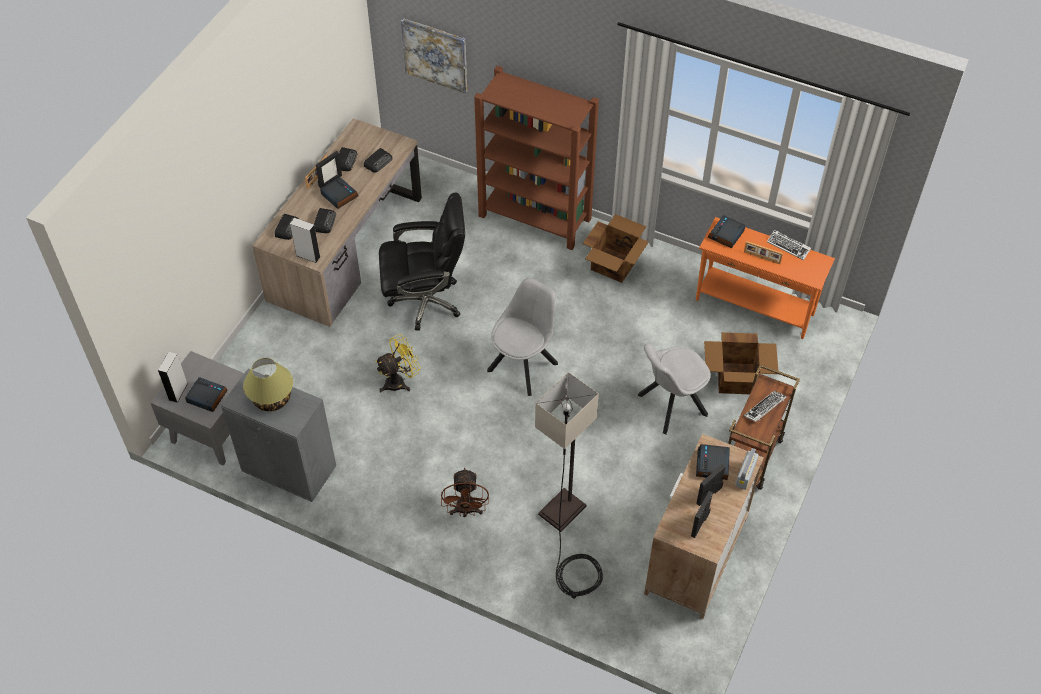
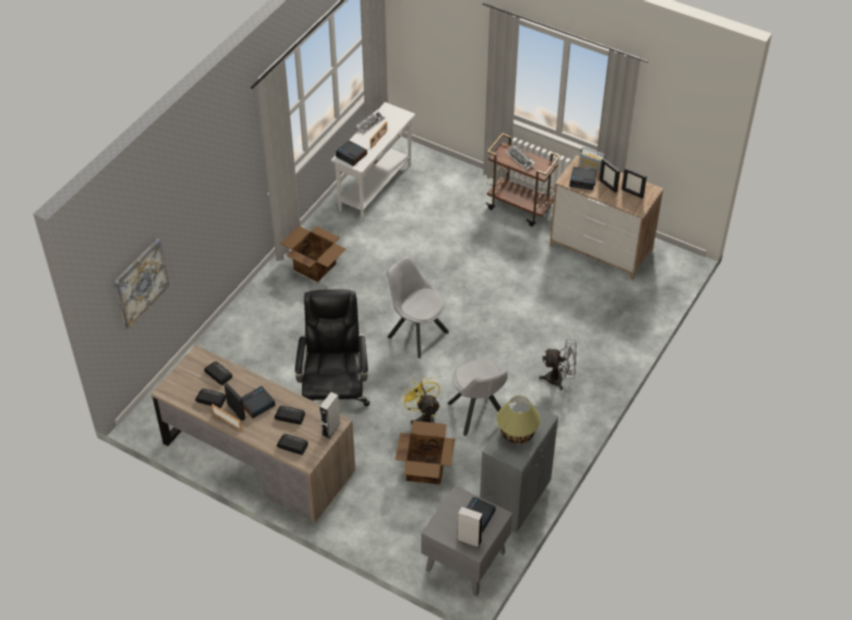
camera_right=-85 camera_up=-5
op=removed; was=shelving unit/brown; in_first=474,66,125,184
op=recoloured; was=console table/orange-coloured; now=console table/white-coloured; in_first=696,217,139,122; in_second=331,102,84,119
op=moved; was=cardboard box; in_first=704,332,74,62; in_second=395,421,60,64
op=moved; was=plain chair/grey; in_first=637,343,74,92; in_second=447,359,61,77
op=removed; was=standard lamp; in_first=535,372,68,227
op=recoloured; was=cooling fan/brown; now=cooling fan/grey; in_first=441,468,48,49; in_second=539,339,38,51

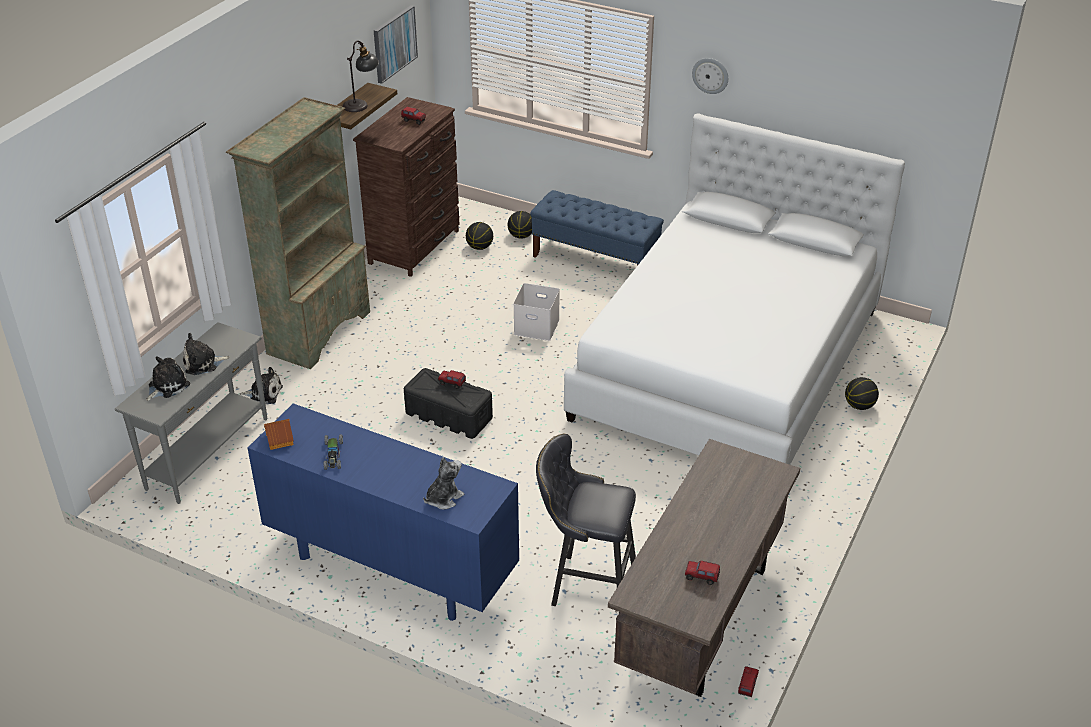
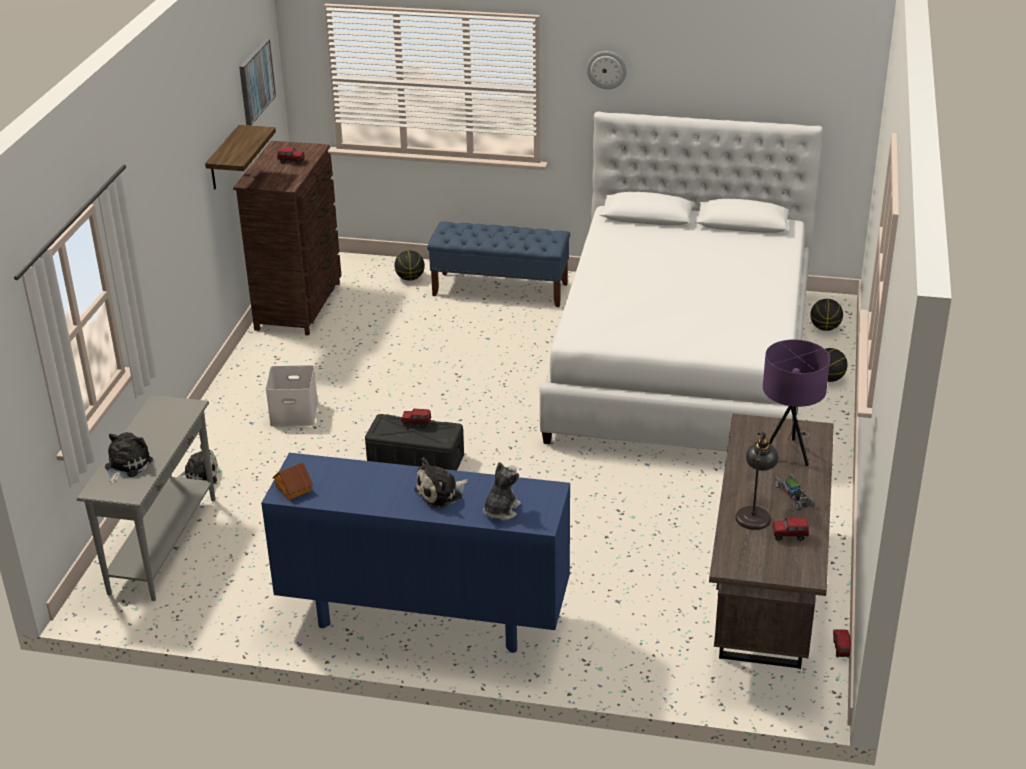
camera_right=-15 camera_up=-5
op=moved; was=lamp for a table/grey; in_first=343,40,36,72; in_second=735,432,44,98
op=removed; was=shelving unit/green-coloured; in_first=225,97,145,272
op=moved; was=basketball ball; in_first=466,222,27,28; in_second=810,299,33,32
op=moved; was=storage box/white-coloured; in_first=513,283,47,58; in_second=266,365,52,62
op=moved; was=plush toy; in_first=183,333,47,42; in_second=414,458,54,50
op=moved; was=toy car; in_first=324,434,19,36; in_second=774,474,41,37
op=removed; was=stool/black; in_first=536,434,100,179
op=added; now=lamp for a table/purplish; in_second=763,340,67,126

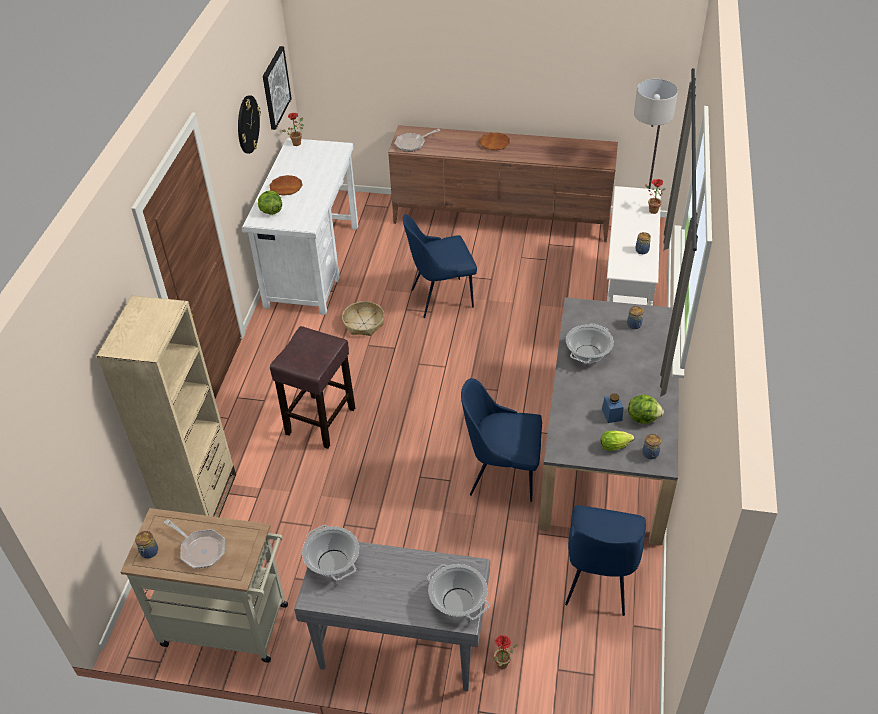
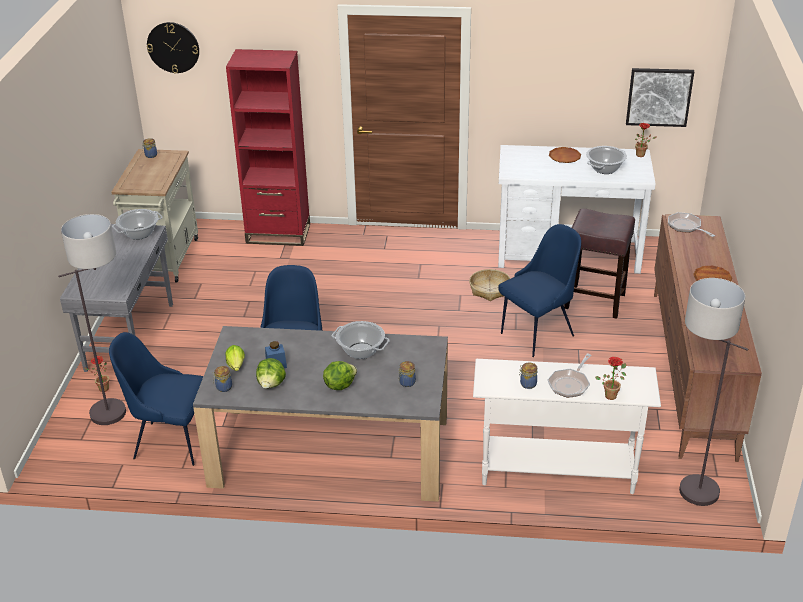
camera_right=85 camera_up=-10
op=moved; was=wall clock; in_first=238,95,23,59; in_second=147,22,52,51
op=moved; was=lettuce head; in_first=258,190,24,25; in_second=323,361,34,29
op=turned; was=plain chair/blue-coloured; in_first=403,214,74,104; in_second=498,224,83,133; clockwise=75
op=recoloured; was=shelving unit/sand-coloured; now=shelving unit/red-coloured; in_first=97,295,139,222; in_second=226,49,84,197
op=moved; was=stool/brown; in_first=270,326,85,123; in_second=564,208,71,111
op=moved; was=pan; in_first=164,519,61,50; in_second=548,354,43,44
op=moved; was=saucepot; in_first=427,564,62,56; in_second=586,146,41,28
op=added; now=standard lamp/grey; in_second=58,214,68,211

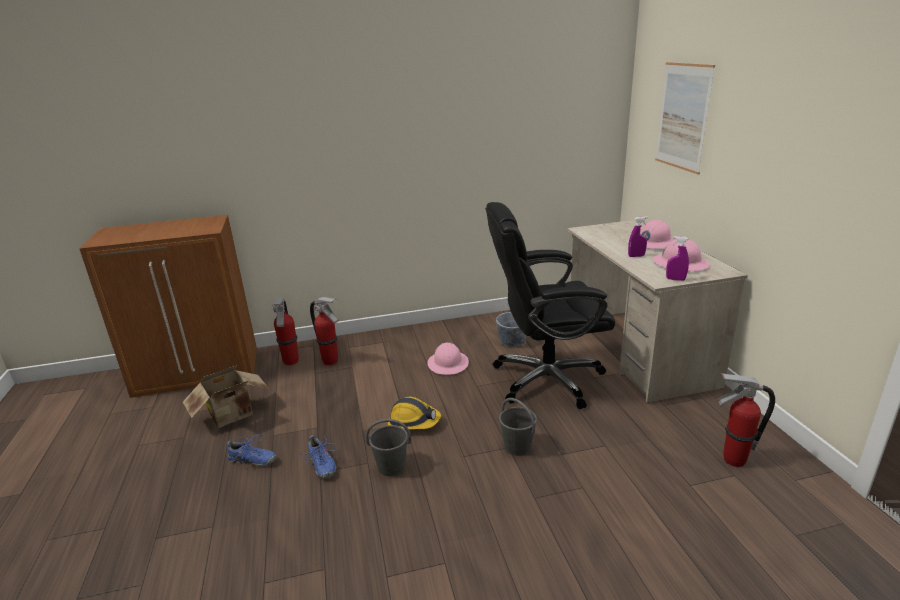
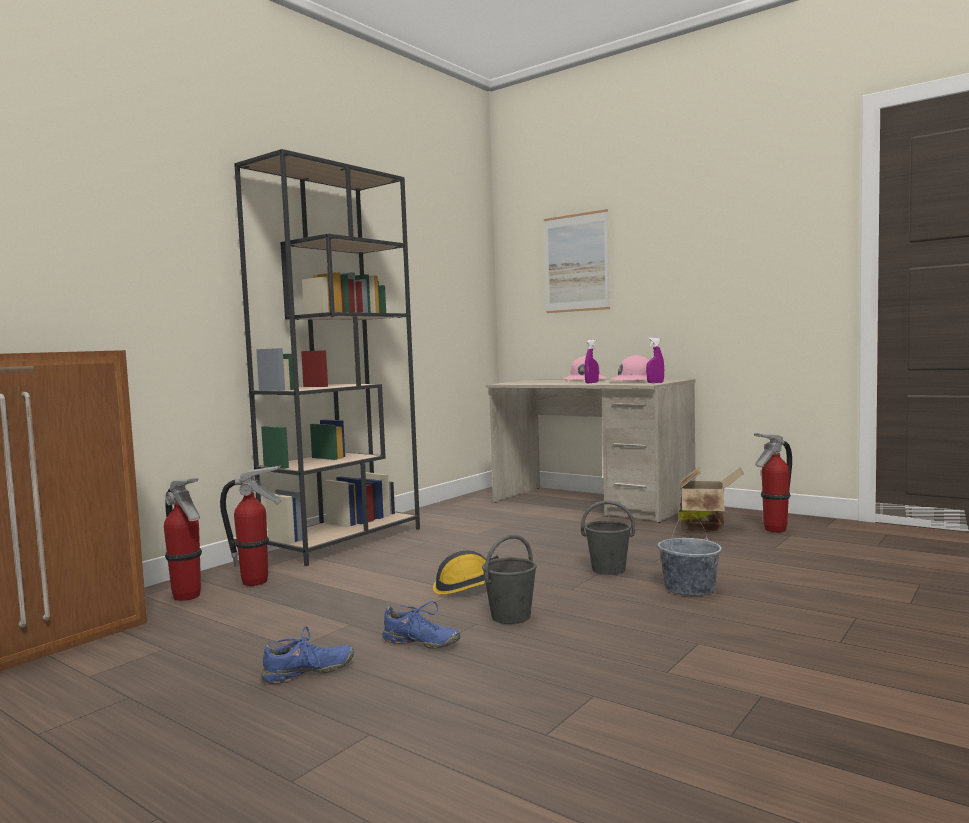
camera_right=-40 camera_up=-20
op=removed; was=computer chair/black; in_first=485,202,130,208
op=moved; was=bucket/grey; in_first=496,304,30,43; in_second=657,512,65,84
op=removed; was=work helmet/pink; in_first=427,343,42,32
op=moved; was=cardboard box; in_first=183,365,86,63; in_second=679,467,65,65
op=added; now=shelving unit; in_second=234,149,186,417

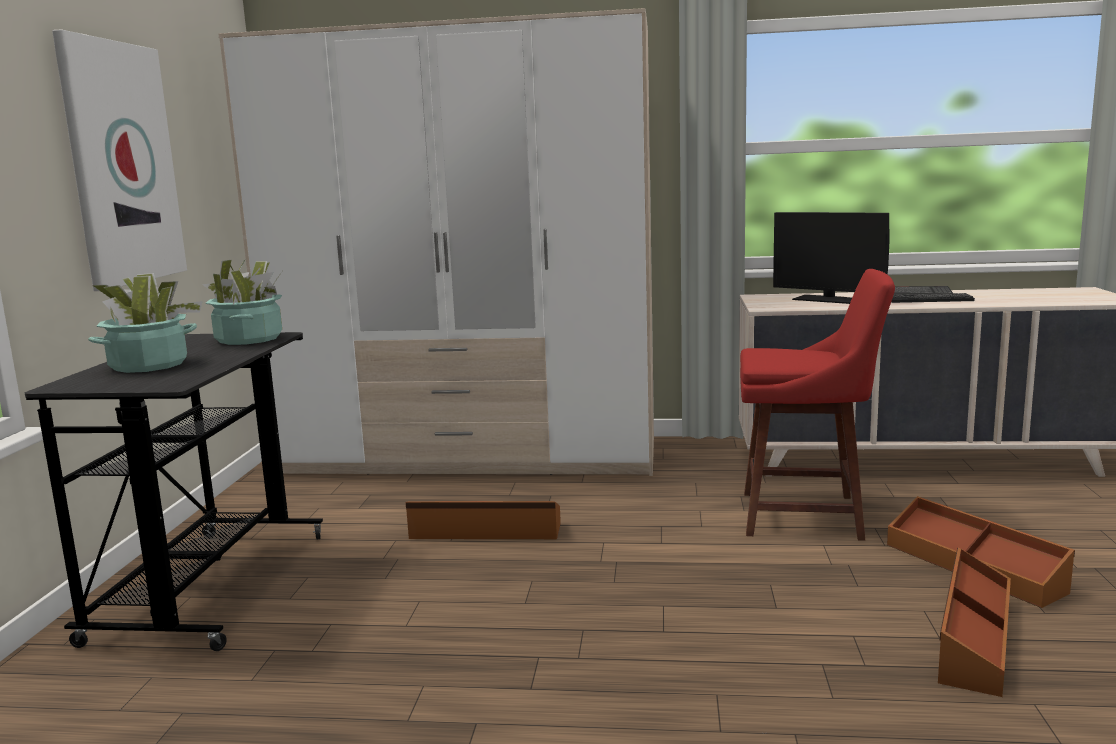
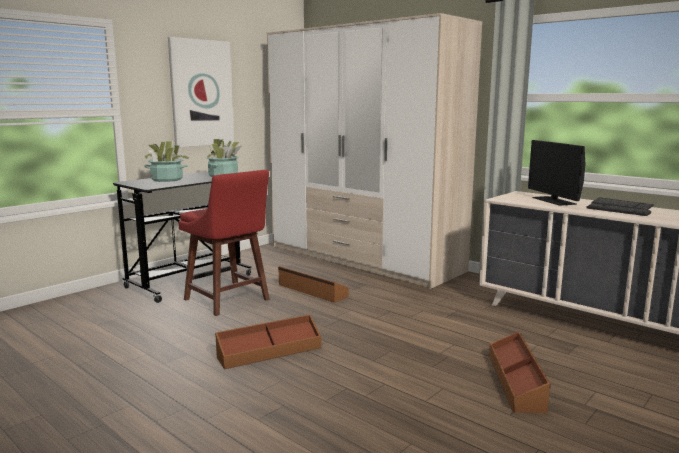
camera_right=35 camera_up=0
op=moved; was=stool/red-coloured; in_first=740,269,155,272; in_second=179,170,90,146
op=moved; was=storage box/brown; in_first=938,547,73,150; in_second=215,314,106,55

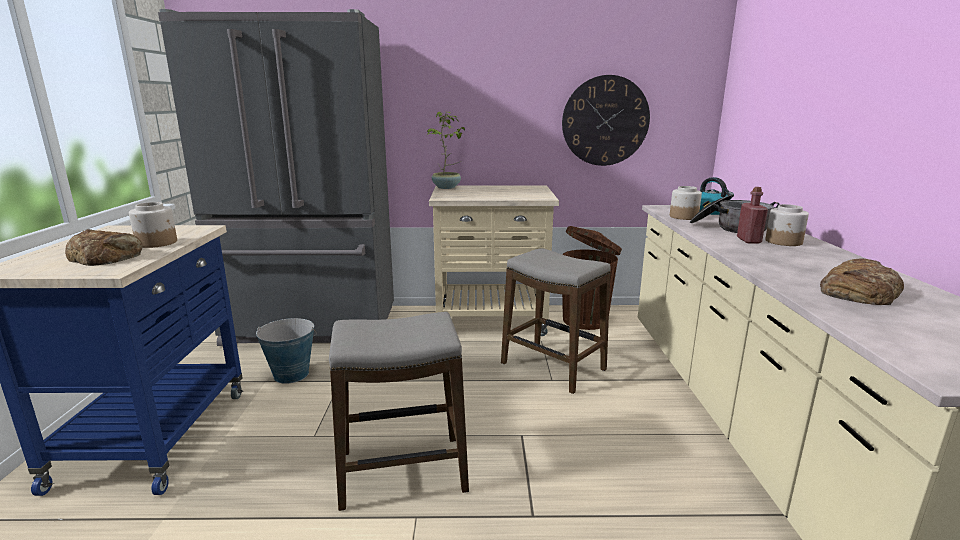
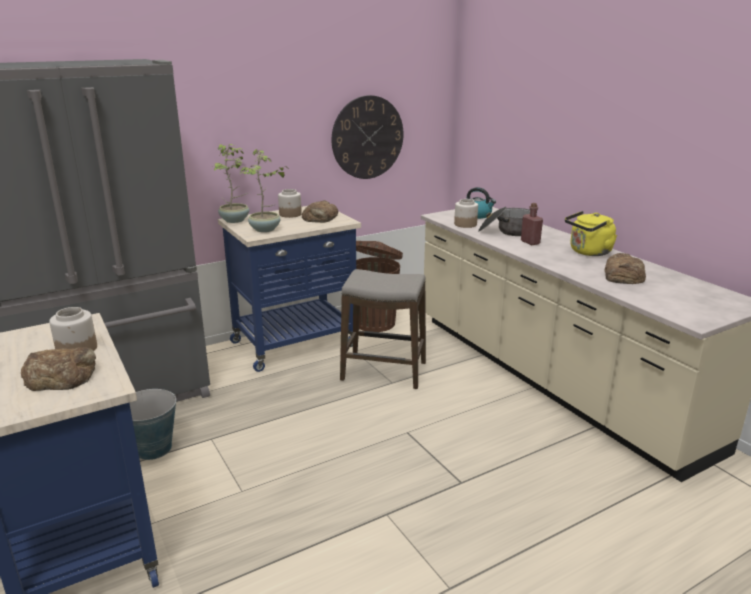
camera_right=-30 camera_up=5
op=recoloured; was=trolley/sand-coloured; now=trolley/blue-coloured; in_first=429,186,130,150; in_second=218,206,143,166
op=moved; was=storage jar; in_first=765,204,44,42; in_second=278,189,24,29
op=removed; was=stool; in_first=329,312,140,199
op=added; now=houseplant; in_second=240,149,48,83
op=added; now=baked bread; in_second=302,200,36,23
op=added; now=tea kettle/yellow; in_second=565,211,52,45

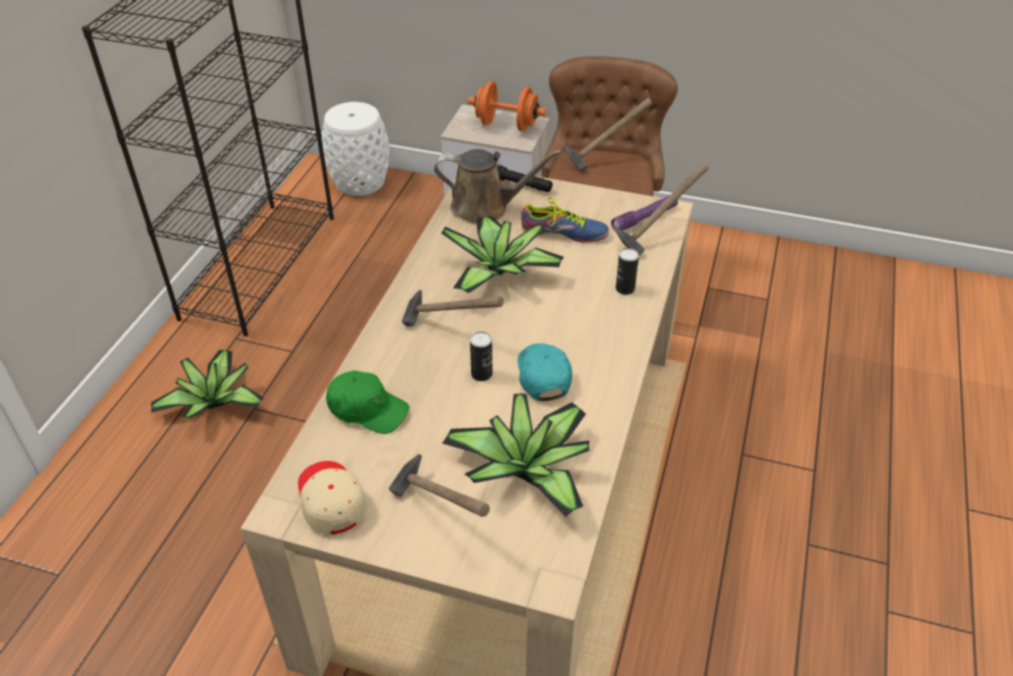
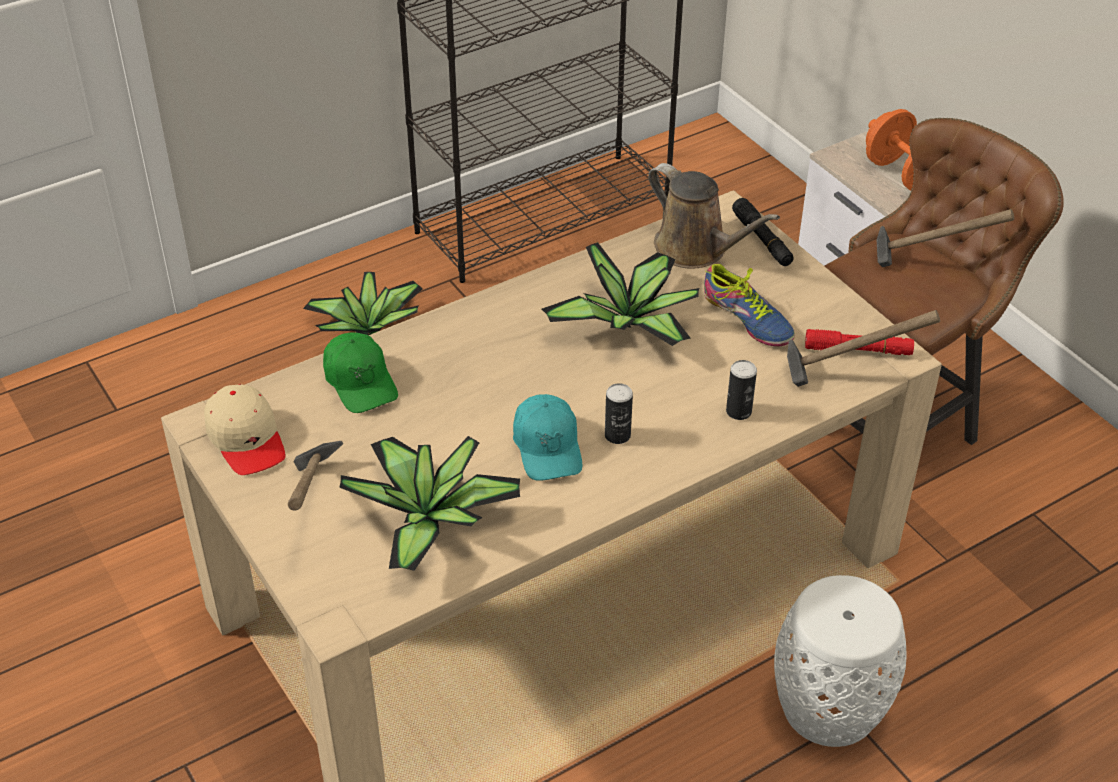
camera_right=40 camera_up=0
op=moved; was=stool/white-coloured; in_first=322,102,67,94; in_second=774,575,132,172
op=recoloured; was=hand torch/purplish; now=hand torch/red-coloured; in_first=611,196,67,35; in_second=805,329,109,26
op=removed; was=tool hammer; in_first=402,290,102,37
op=moved; was=can; in_first=470,332,23,49; in_second=605,383,28,61
op=turned; was=cap/blue-green; in_first=517,343,55,58; in_second=513,394,69,87; clockwise=135
op=turned; was=cap/sand-coloured; in_first=298,461,69,74; in_second=204,384,81,91; clockwise=135

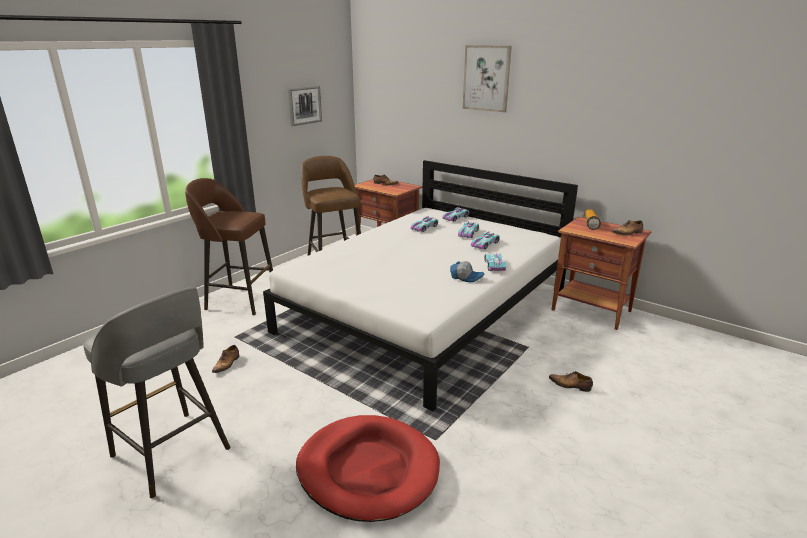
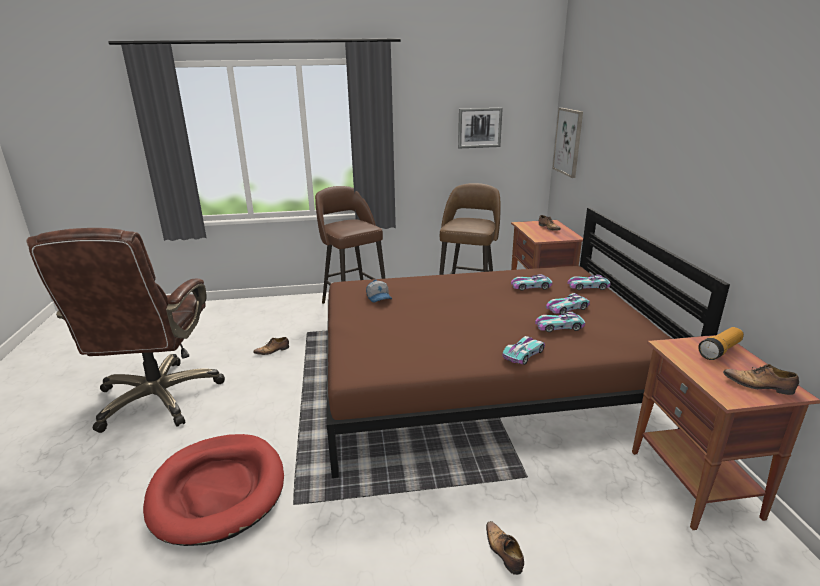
camera_right=45 camera_up=0
op=moved; was=wall art; in_first=463,45,49,67; in_second=553,108,30,70
op=recoloured; was=bed/white-coloured; now=bed/brown; in_first=263,160,315,251; in_second=327,208,403,270
op=moved; was=cap; in_first=450,261,34,21; in_second=366,280,26,22
op=replaced; was=stool/grey; now=computer chair/brown; in_first=83,287,148,211; in_second=27,228,198,205

